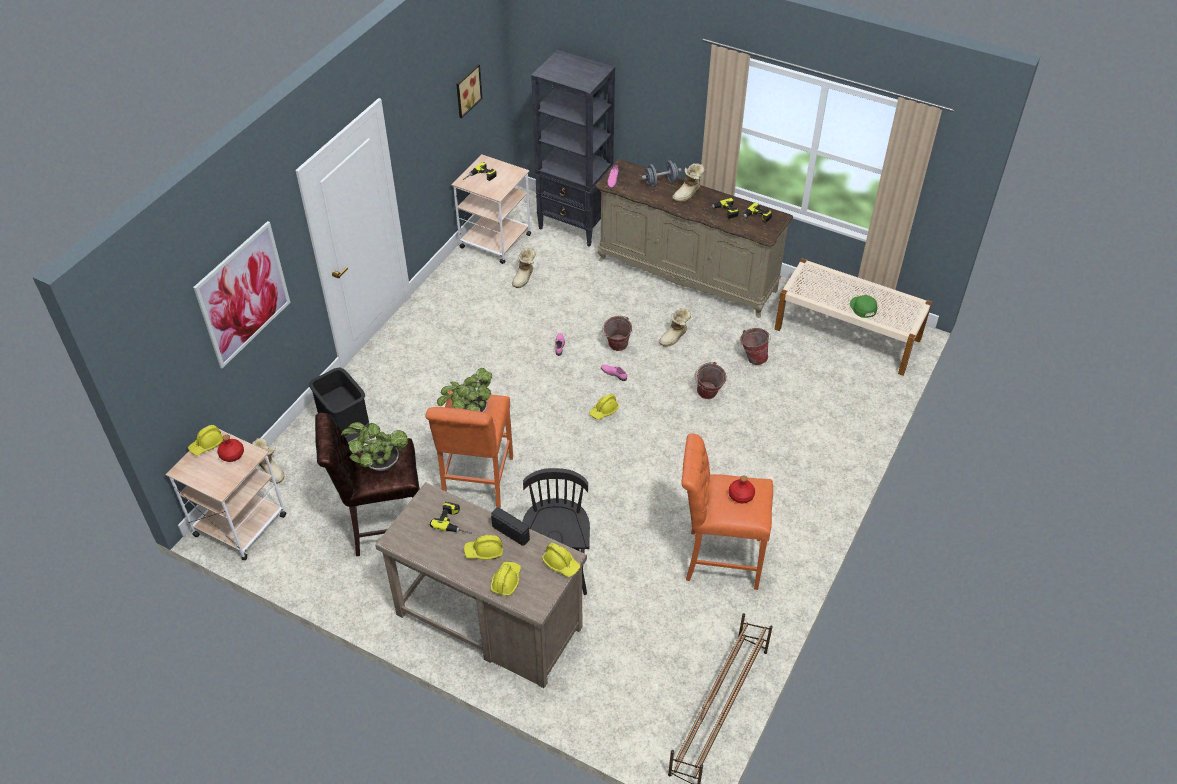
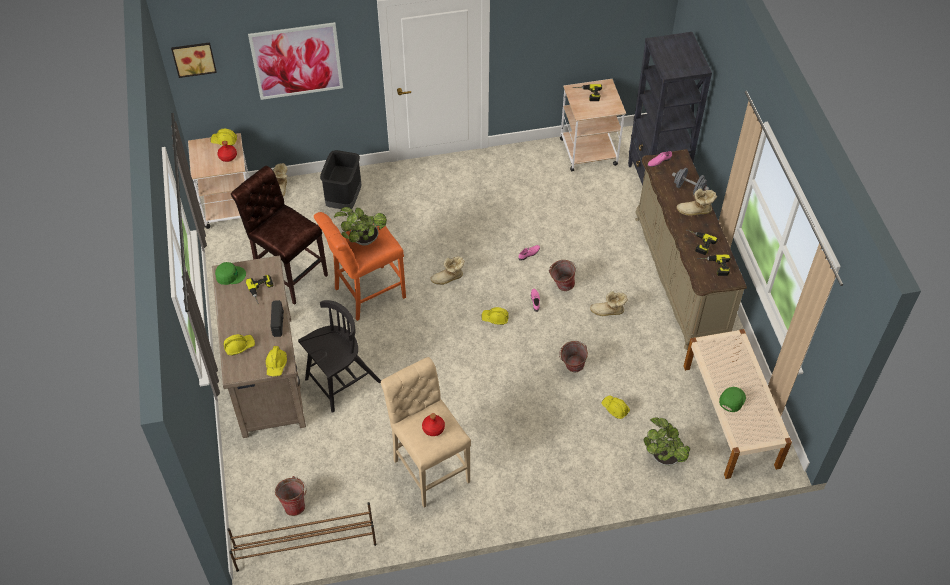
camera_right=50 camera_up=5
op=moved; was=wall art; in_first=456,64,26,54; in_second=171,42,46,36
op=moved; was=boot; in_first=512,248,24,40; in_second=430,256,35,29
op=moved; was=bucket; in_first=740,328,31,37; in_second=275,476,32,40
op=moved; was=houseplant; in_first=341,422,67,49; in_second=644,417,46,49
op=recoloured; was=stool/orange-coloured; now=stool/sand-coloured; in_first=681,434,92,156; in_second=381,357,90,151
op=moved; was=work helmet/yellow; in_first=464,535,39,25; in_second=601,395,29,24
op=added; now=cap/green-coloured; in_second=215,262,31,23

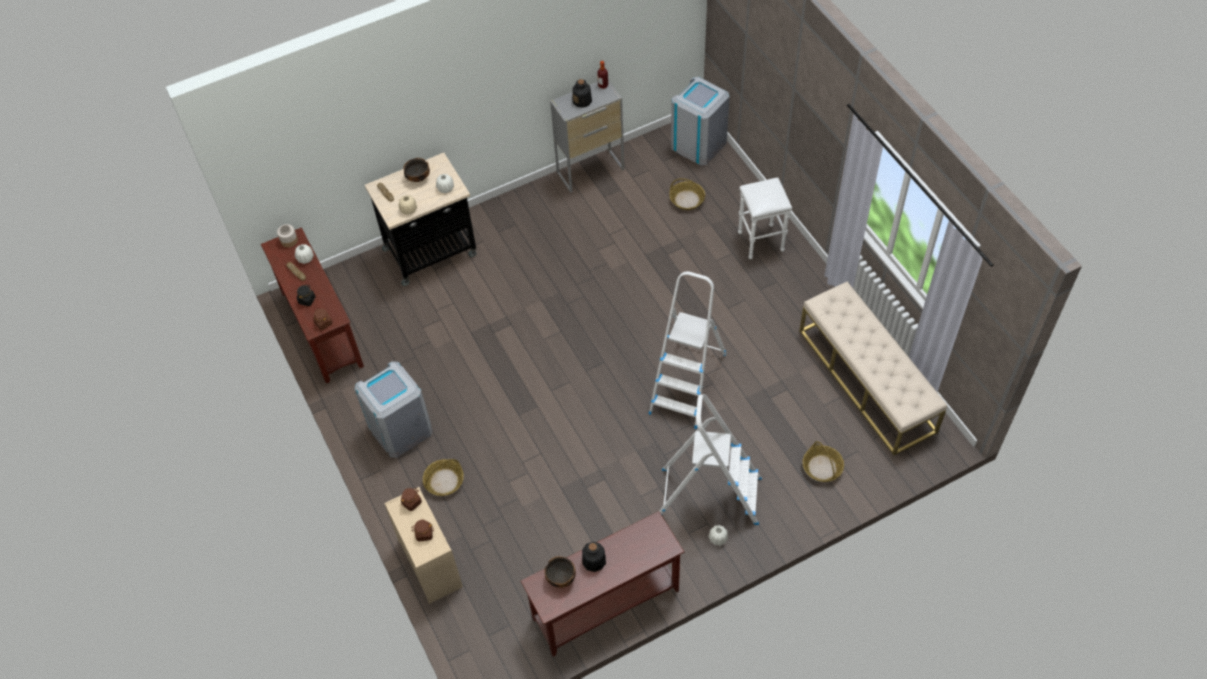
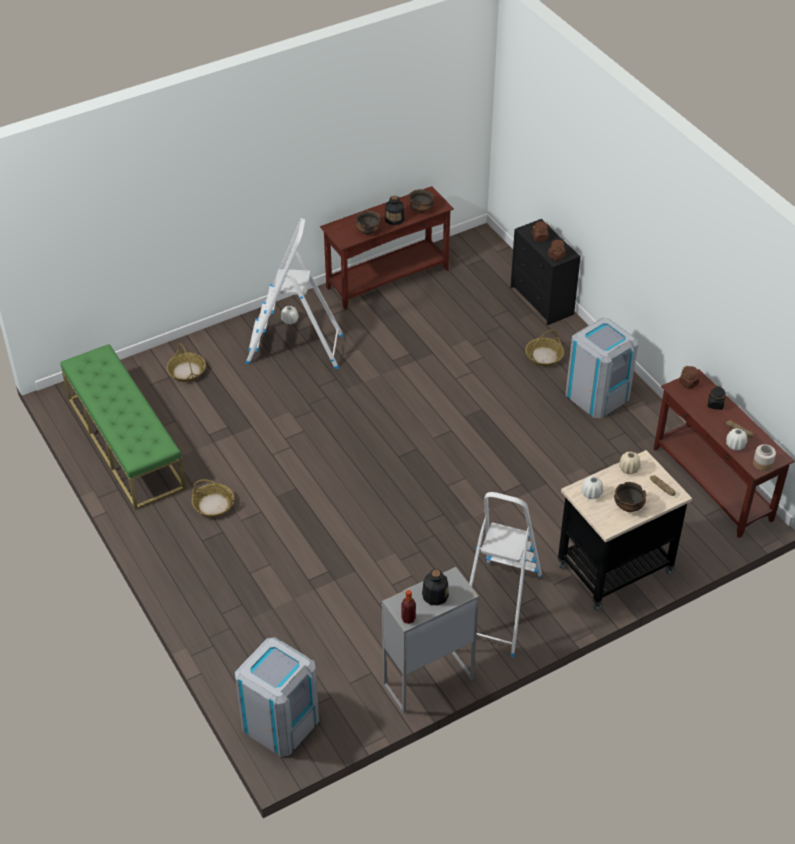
camera_right=175 camera_up=-10
op=removed; was=stool/white-coloured; in_first=738,177,54,82
op=moved; was=storage basket; in_first=669,178,36,32; in_second=192,479,42,38
op=moved; was=step stool/white-coloured; in_first=649,272,77,157; in_second=469,492,73,166
op=recoloured; was=long seat/sand-coloured; now=long seat/green-coloured; in_first=799,281,148,174; in_second=60,344,126,166
op=recoloured; was=chest of drawers/sand-coloured; now=chest of drawers/black; in_first=384,487,79,117; in_second=510,219,71,106
op=added; now=bowl; in_second=355,211,26,24

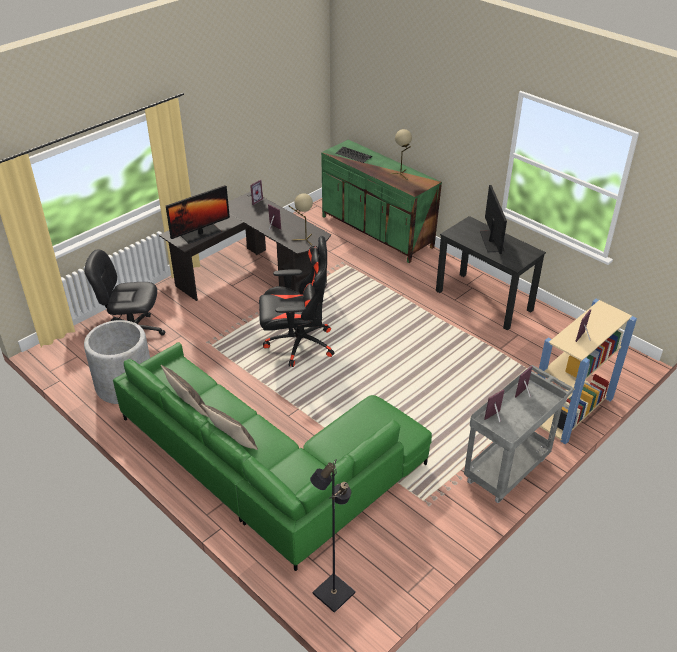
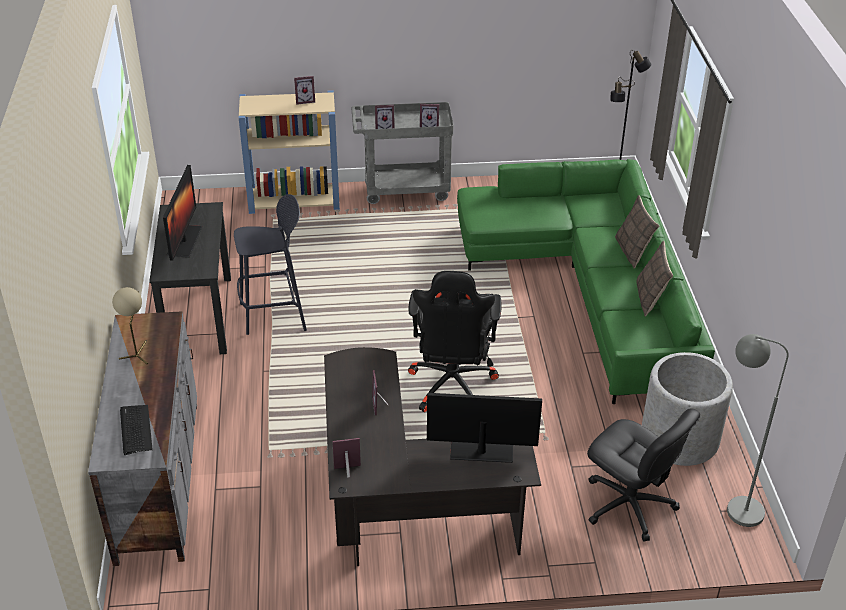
camera_right=-140 camera_up=0
op=recoloured; was=cabinet/green-coloured; now=cabinet/grey; in_first=321,140,121,123; in_second=88,311,109,255
op=turned; was=computer display; in_first=480,185,27,69; in_second=163,165,39,96; clockwise=150
op=removed; was=lamp for a table/sand-coloured; in_first=289,193,24,52
op=turned; was=computer chair/black; in_first=259,235,75,132; in_second=408,271,94,141; clockwise=-120
op=added; now=stool/grey; in_second=234,194,73,141
op=added; now=standard lamp/grey; in_second=727,334,62,193

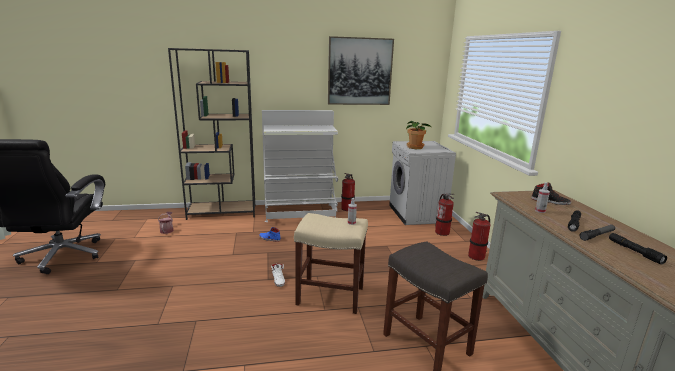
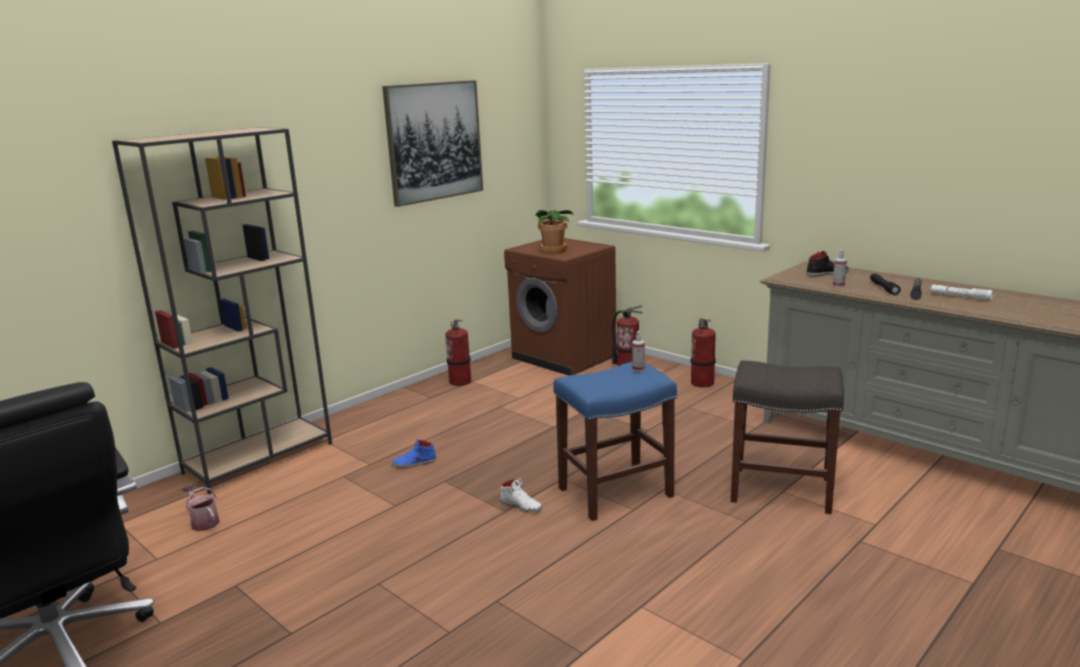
camera_right=-35 camera_up=0
op=removed; was=shoe stand/white-coloured; in_first=262,110,76,112
op=recoloured; was=washing machine/white-coloured; now=washing machine/brown; in_first=389,141,67,84; in_second=504,238,112,138
op=recoloured; was=stool/sand-coloured; now=stool/blue-coloured; in_first=294,213,74,101; in_second=553,362,124,159
op=recoloured; was=hand torch/black; now=hand torch/white-coloured; in_first=609,233,58,31; in_second=931,285,62,15

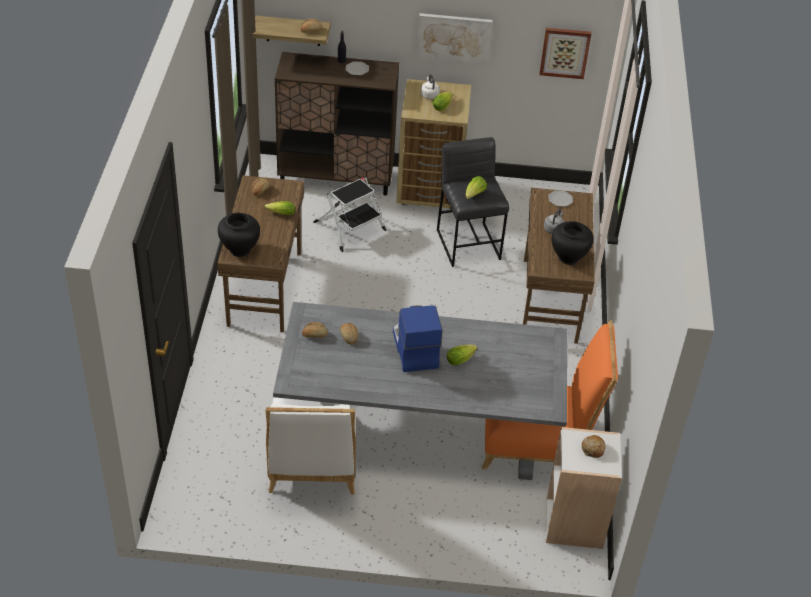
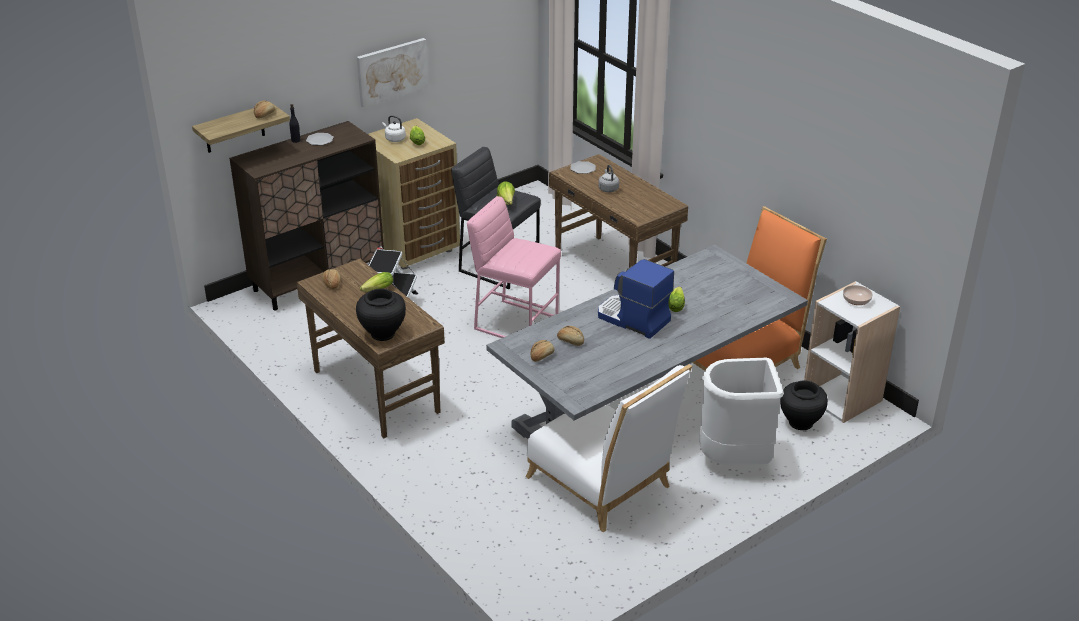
camera_right=-40 camera_up=-10
op=removed; was=wall art; in_first=539,28,52,51
op=moved; was=flower vase/black; in_first=552,221,41,44; in_second=780,380,48,50
op=replaced; was=baked bread; now=bowl; in_first=582,435,24,23; in_second=843,285,30,20
op=added; now=stool/pink; in_second=467,196,94,142
op=added; now=waste bin/white-coloured; in_second=699,357,85,108

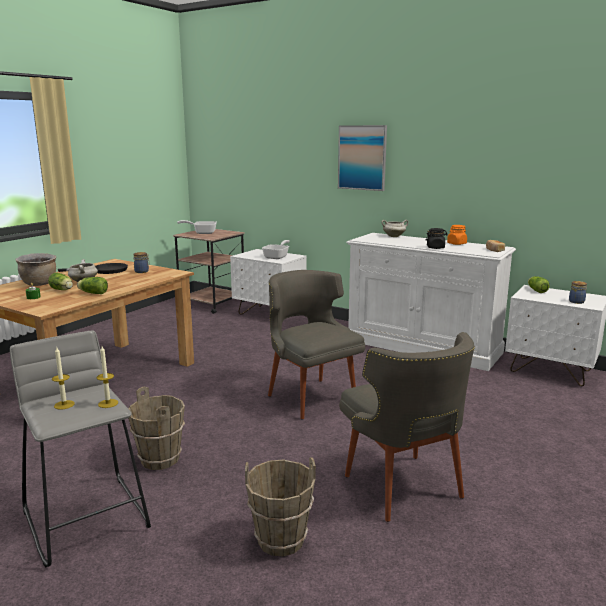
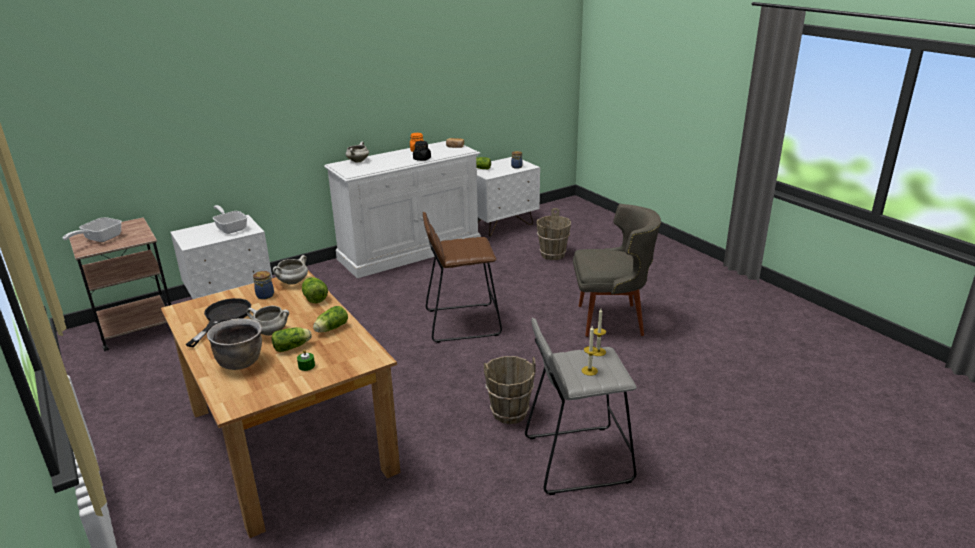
camera_right=-65 camera_up=10
op=removed; was=wall art; in_first=338,125,49,66
op=replaced; was=plain chair/grey; now=stool/brown; in_first=268,270,97,150; in_second=423,212,79,131
op=moved; was=bucket/brown; in_first=245,457,71,99; in_second=536,208,35,52
op=added; now=saucepot/white-coloured; in_second=273,255,35,30
op=added; now=lettuce head; in_second=302,277,26,26

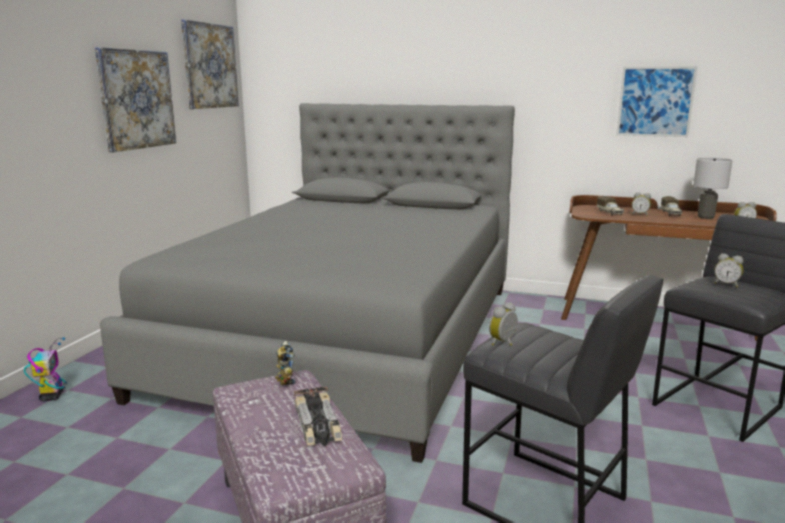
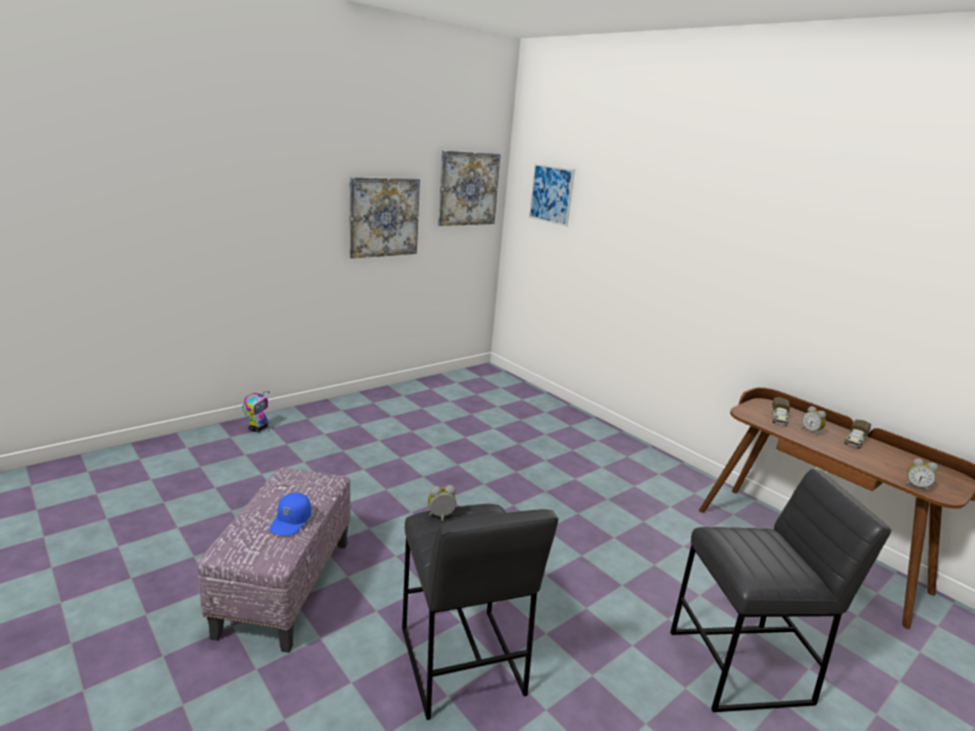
camera_right=30 camera_up=5
op=moved; was=wall art; in_first=616,66,82,71; in_second=529,164,46,63
op=removed; was=bed/grey; in_first=100,103,415,360
op=removed; was=lamp for a table/white-coloured; in_first=693,157,40,62
op=removed; was=bedside clock; in_first=714,253,29,34
op=removed; was=model robot; in_first=275,341,20,44
op=replaced; was=toy car; now=cap/blue-coloured; in_first=294,387,48,59; in_second=270,493,41,43

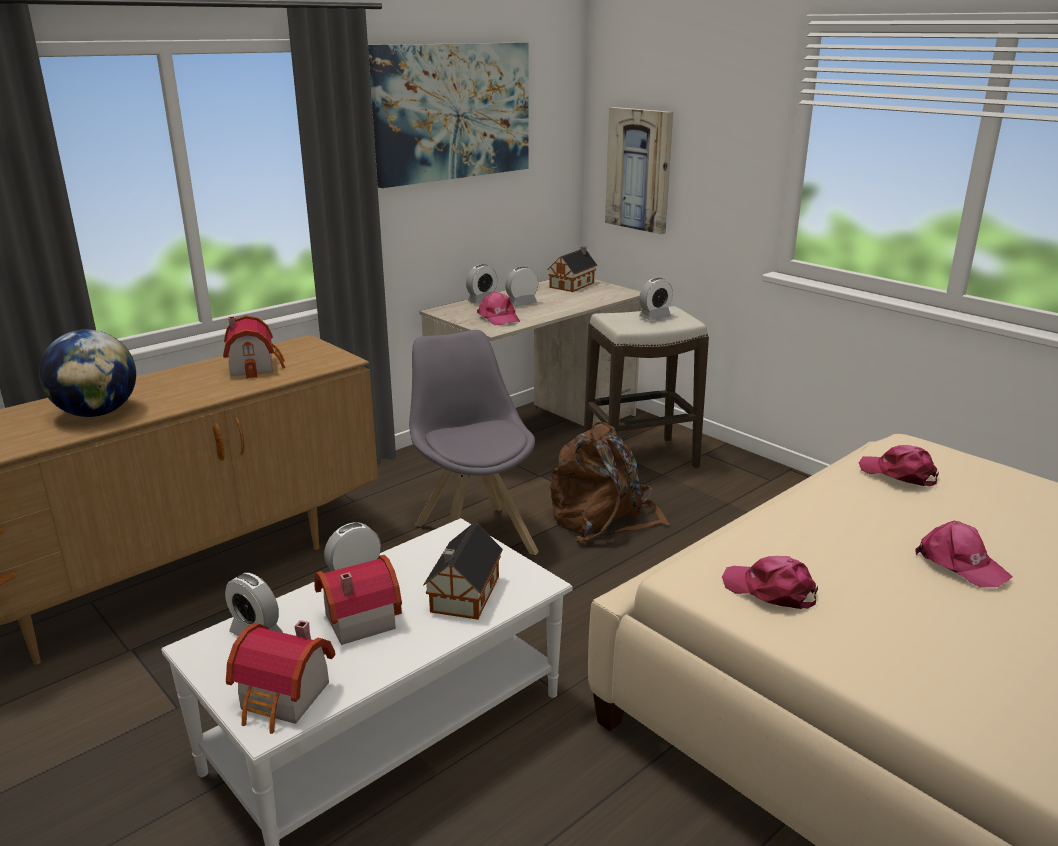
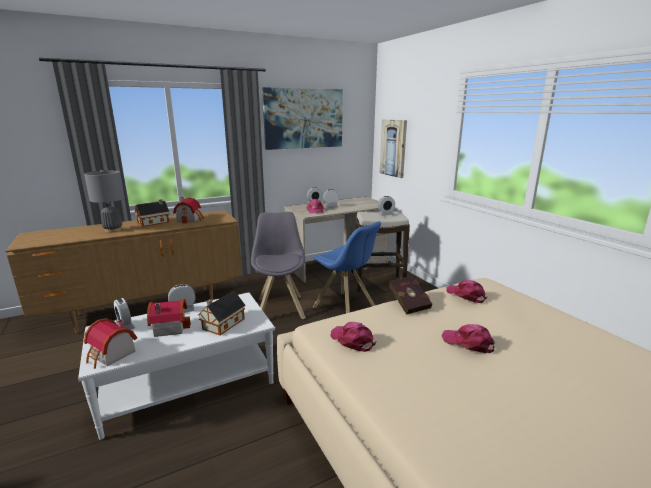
camera_right=15 camera_up=-5
op=moved; was=miniature house; in_first=547,246,51,46; in_second=135,199,34,28
op=replaced; was=world globe; now=lamp for a table/grey; in_first=39,330,97,87; in_second=84,170,41,63
op=replaced; was=rucksack/brown; now=plain chair/blue-coloured; in_first=550,422,120,121; in_second=313,221,68,92
op=turned; was=cap/pink; in_first=915,521,98,67; in_second=442,324,53,29; clockwise=150
op=added; now=book/red-coloured; in_second=388,276,44,39

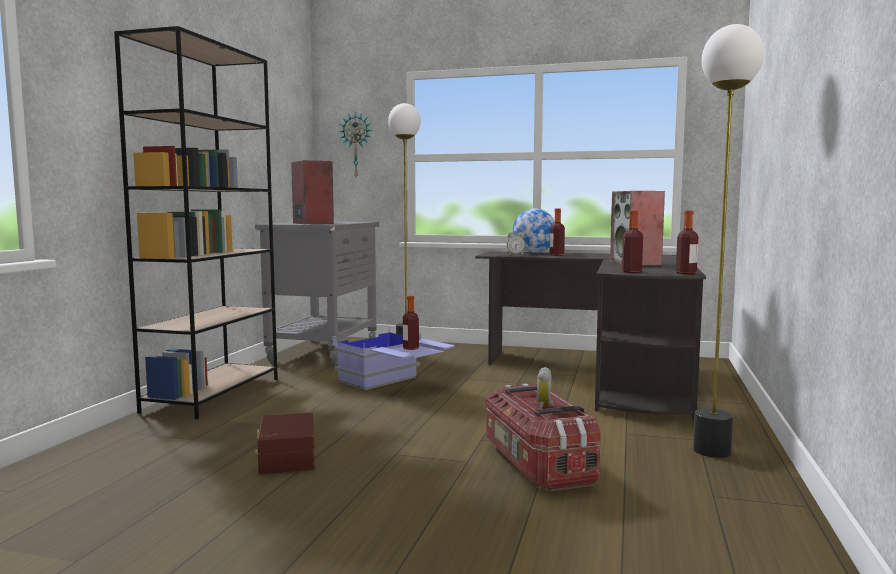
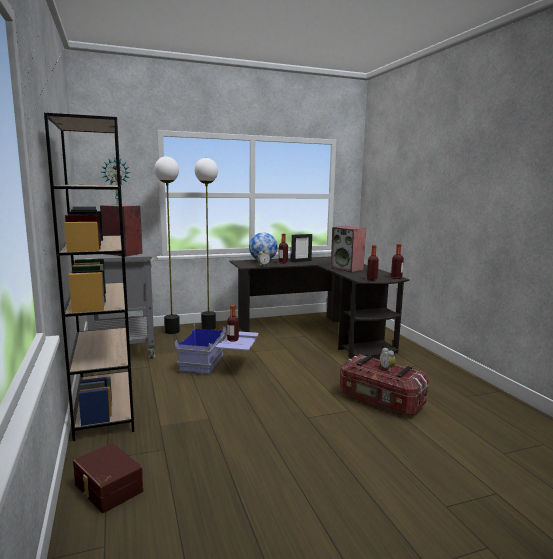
camera_right=-35 camera_up=5
op=moved; was=standard lamp; in_first=693,24,71,434; in_second=195,158,23,172
op=moved; was=storage box/brown; in_first=255,413,60,61; in_second=73,443,70,70
op=added; now=photo frame; in_second=291,234,21,28

